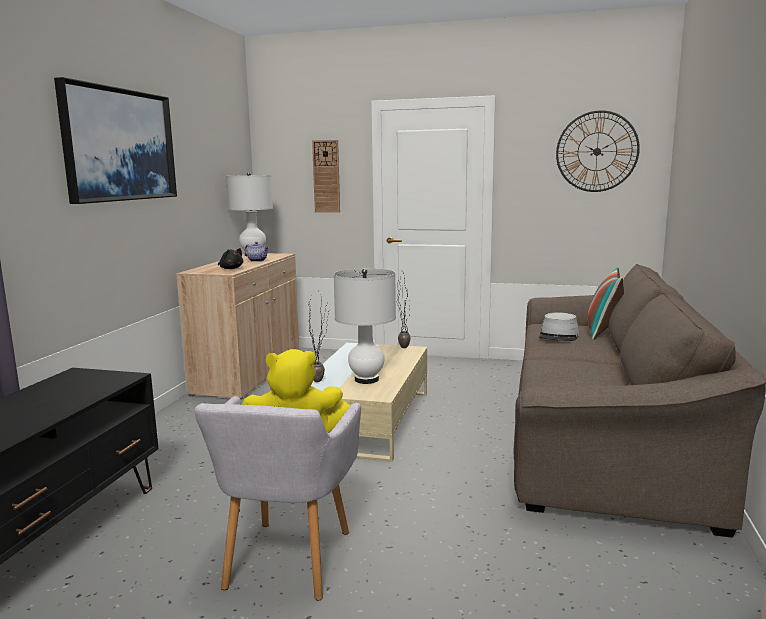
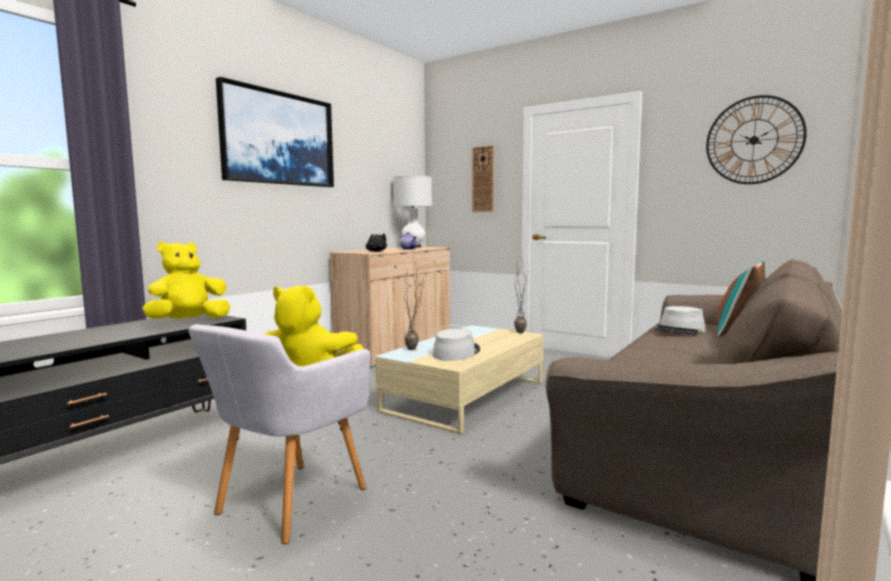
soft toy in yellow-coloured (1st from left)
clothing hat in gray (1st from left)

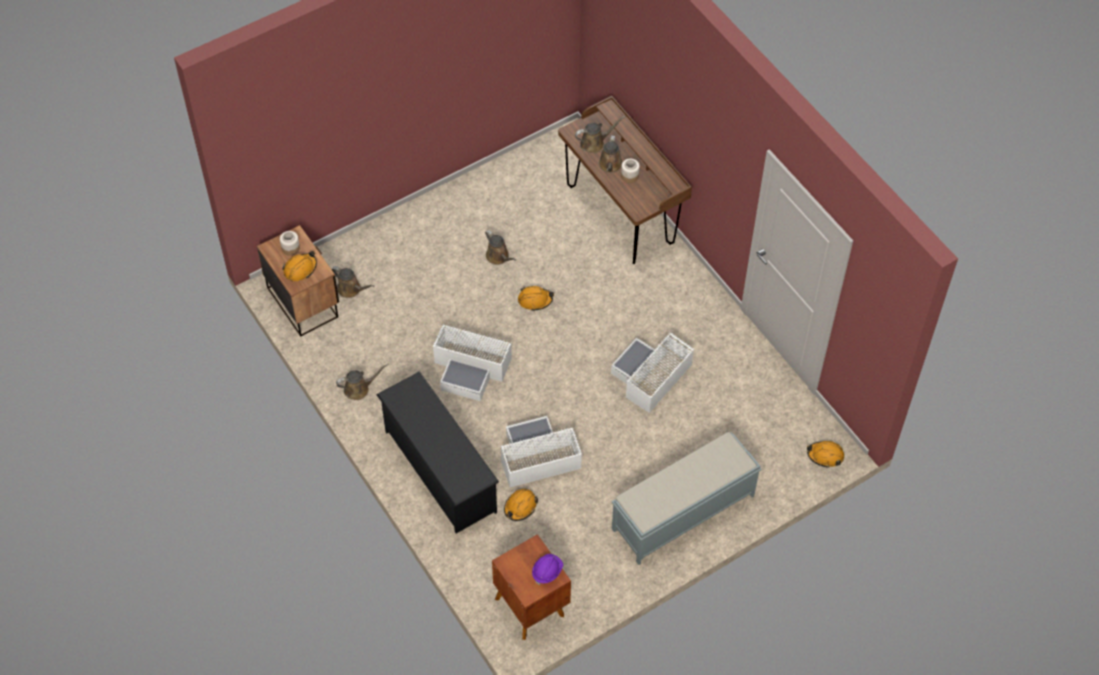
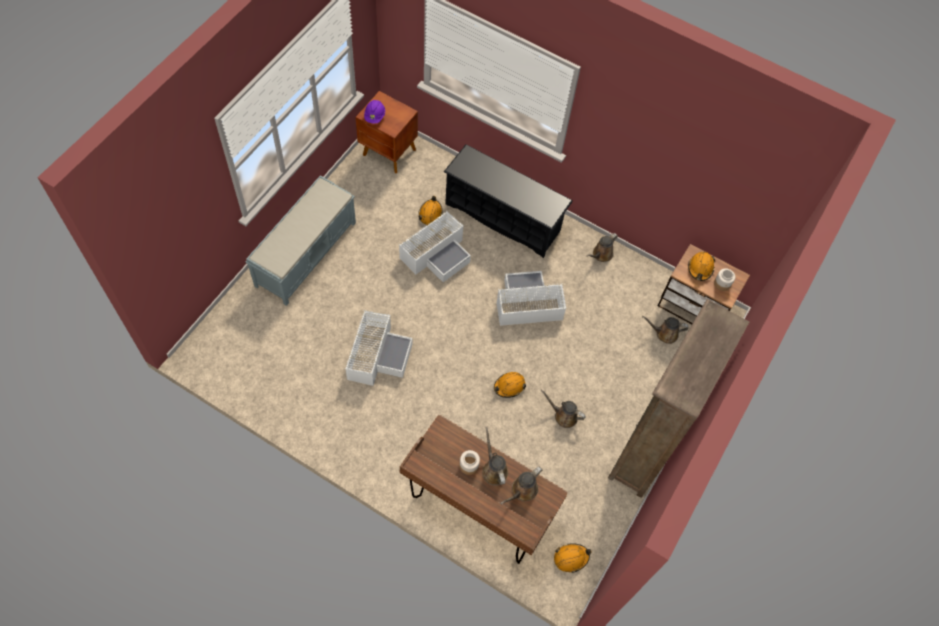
hard hat in orangey (3rd from left)
bookshelf in brown

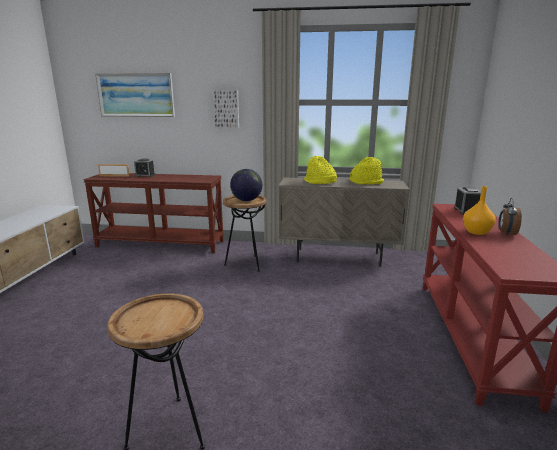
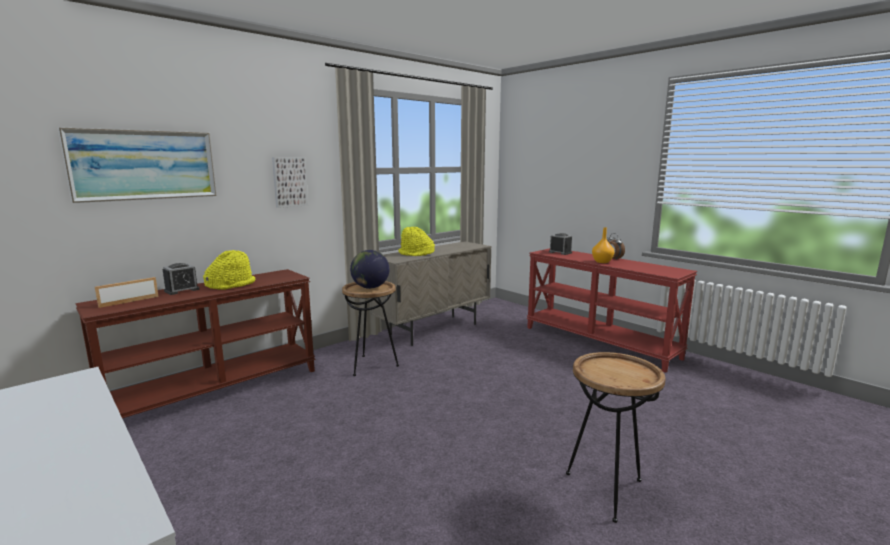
clothing hat in yellow-coloured (1st from left)

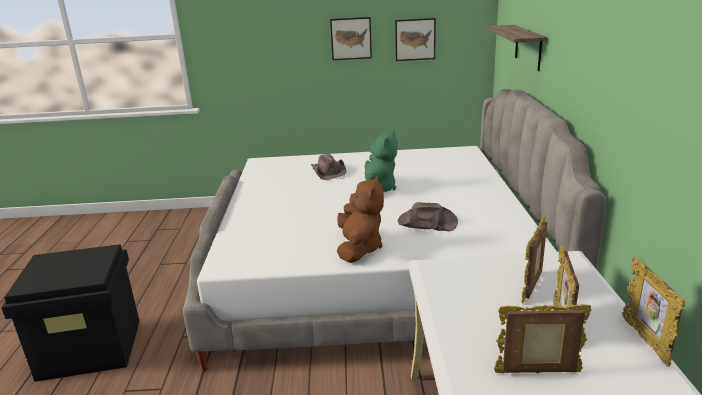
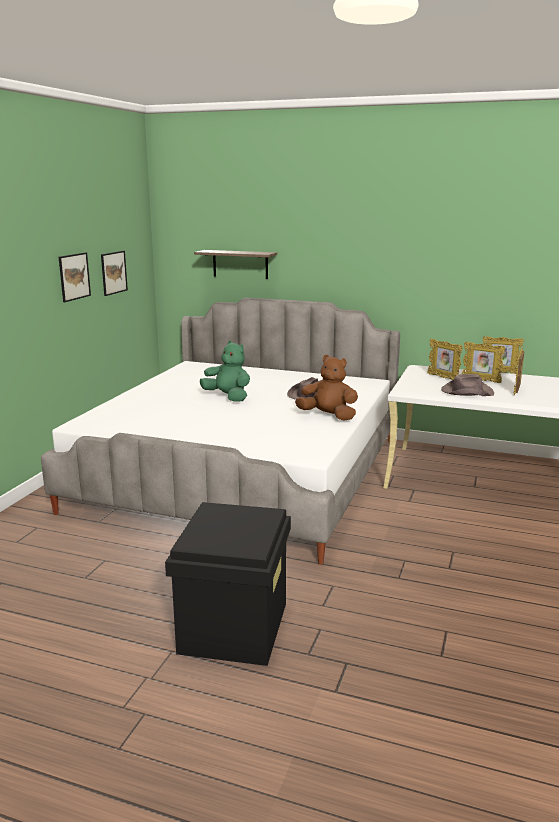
clothing hat in brown (2nd from left)

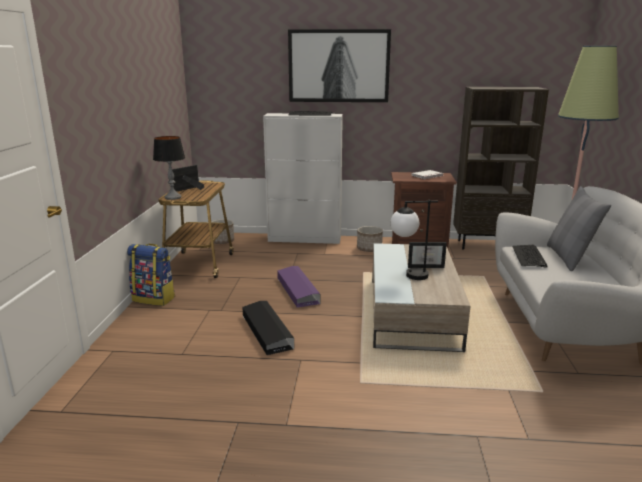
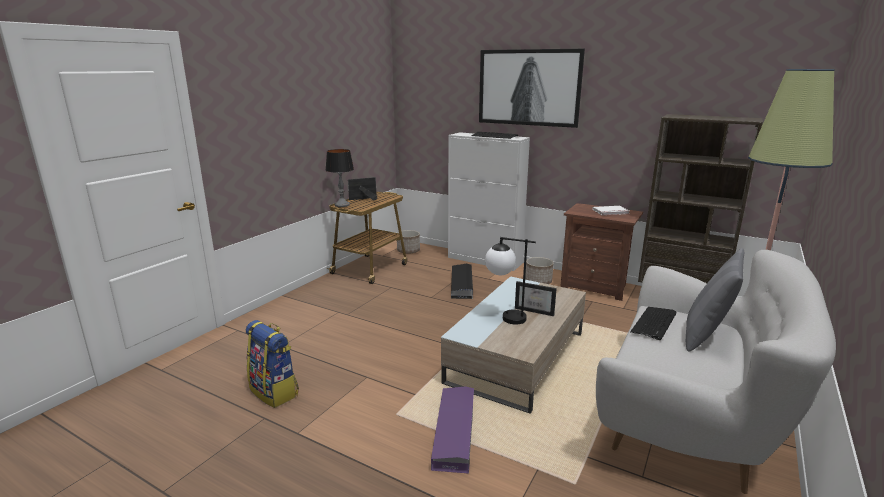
rucksack
storage box in purple-coloured
storage box in black

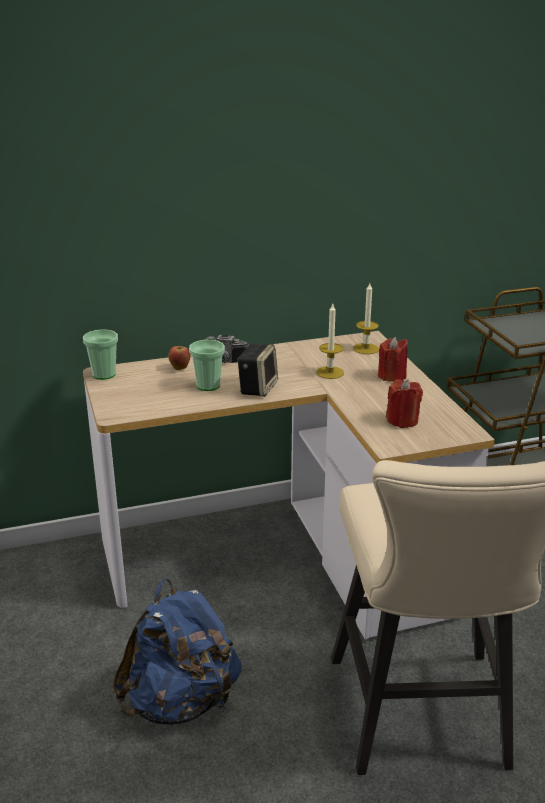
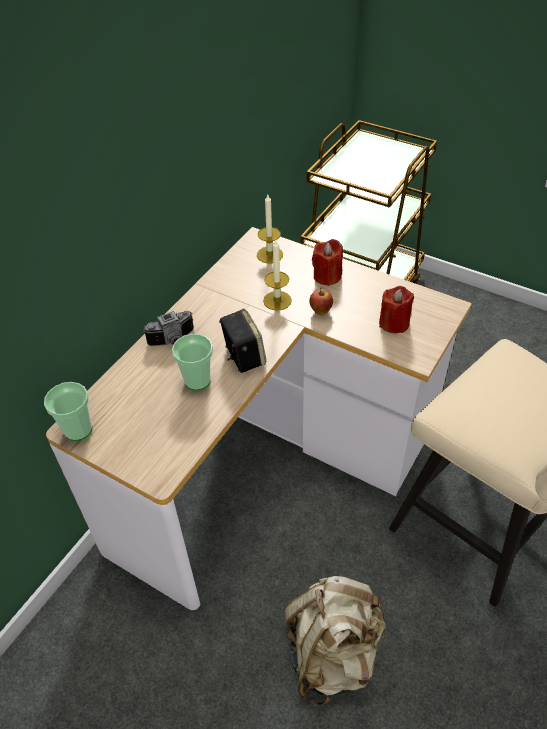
rucksack in beige
apple fruit

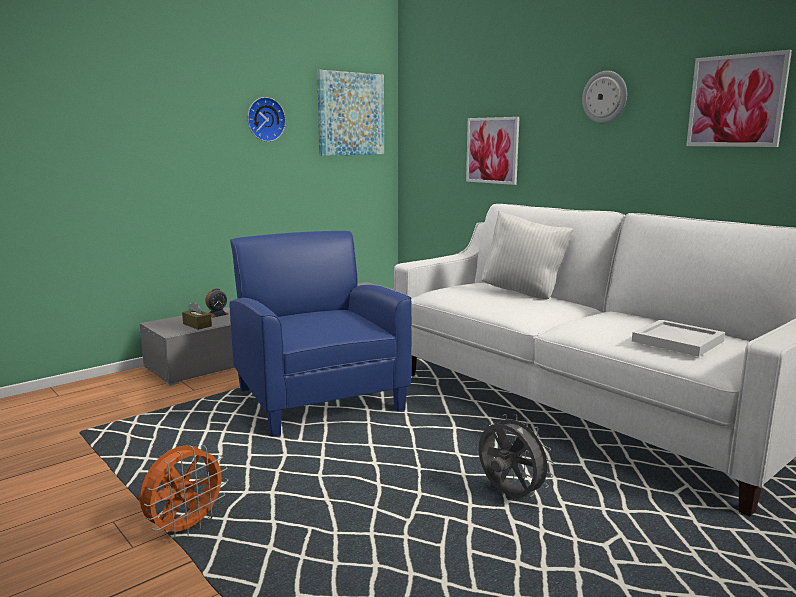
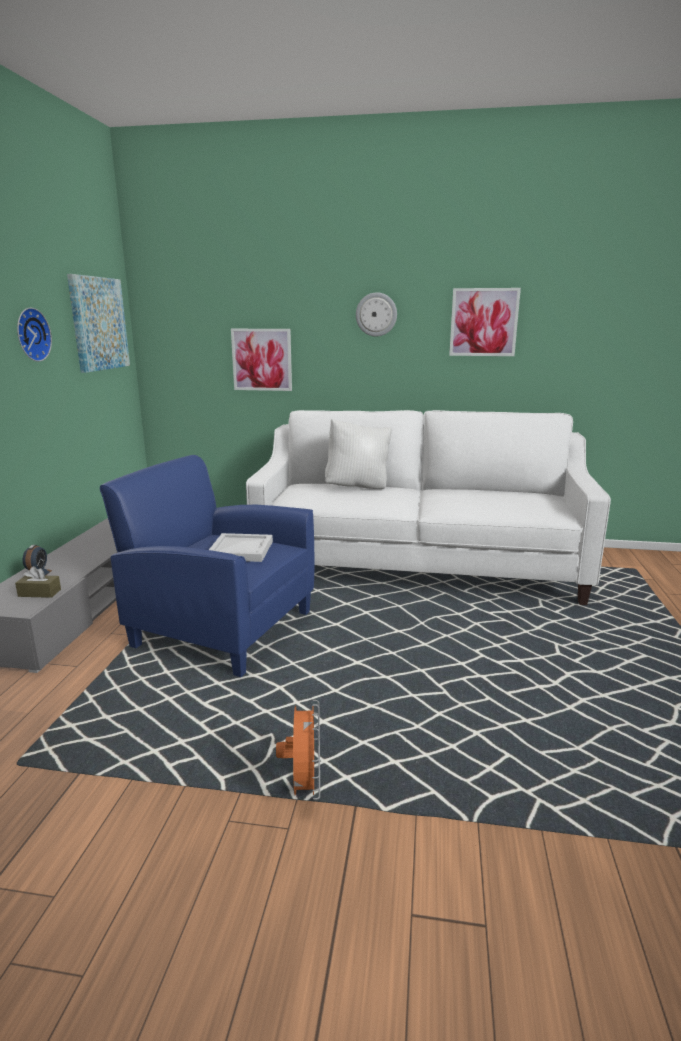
serving tray in white-coloured
fan in gray

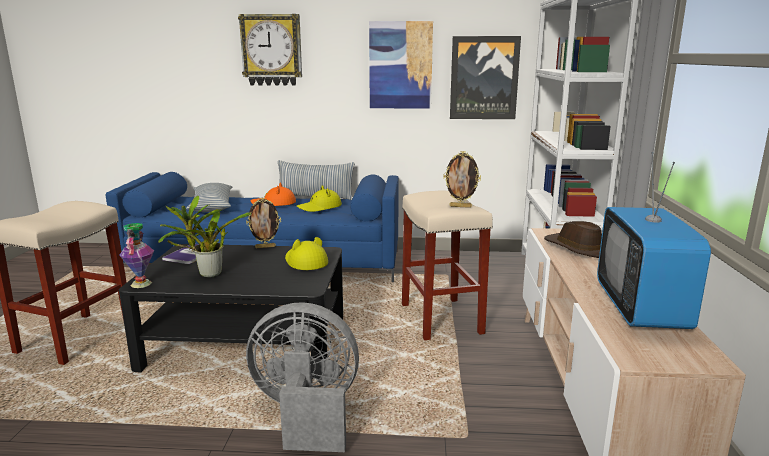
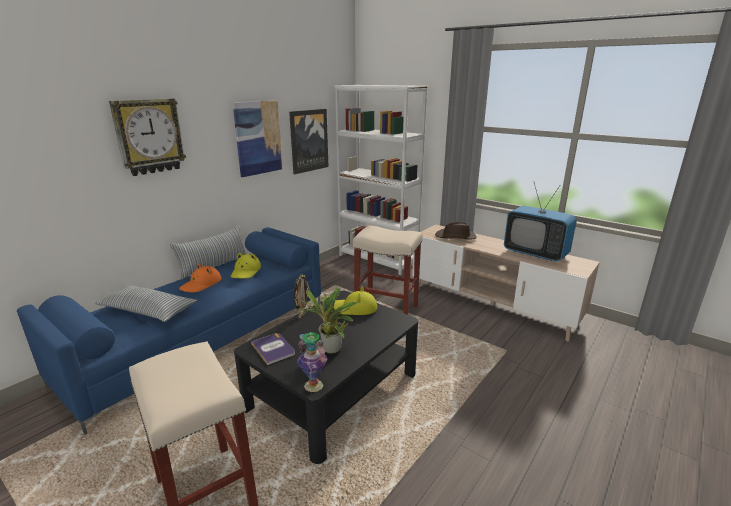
fan in gray
photo frame (2nd from left in the first image)

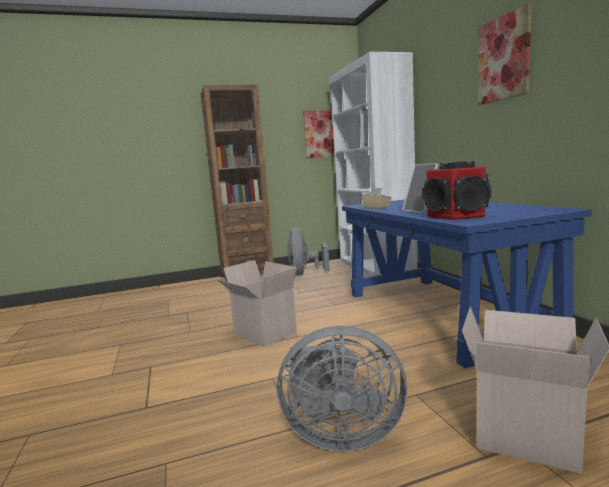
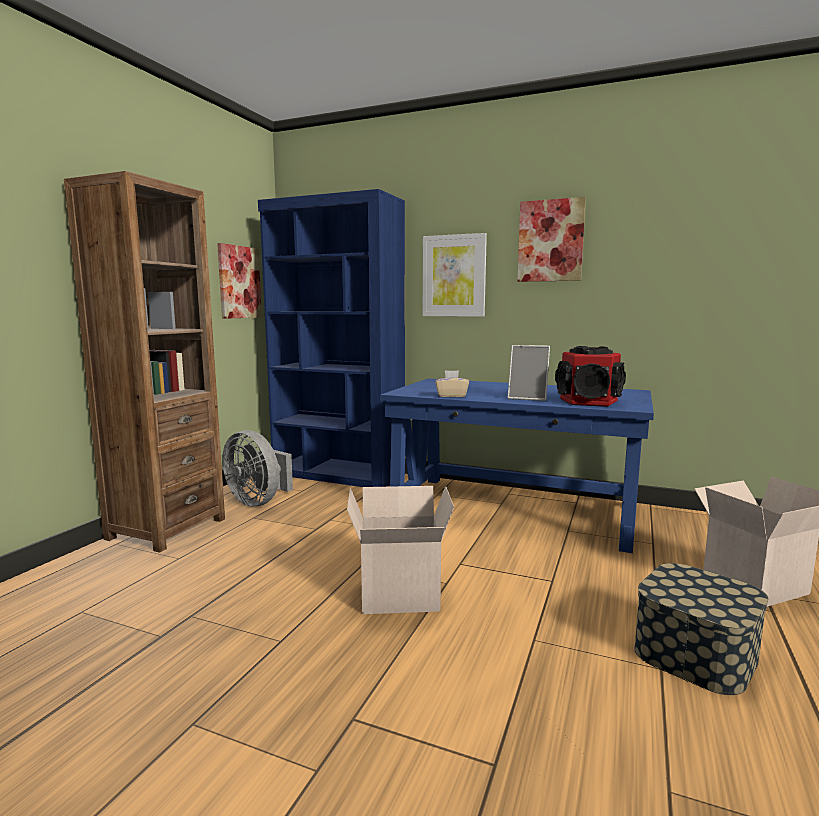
bookshelf in blue
picture (2nd from left)
storage box

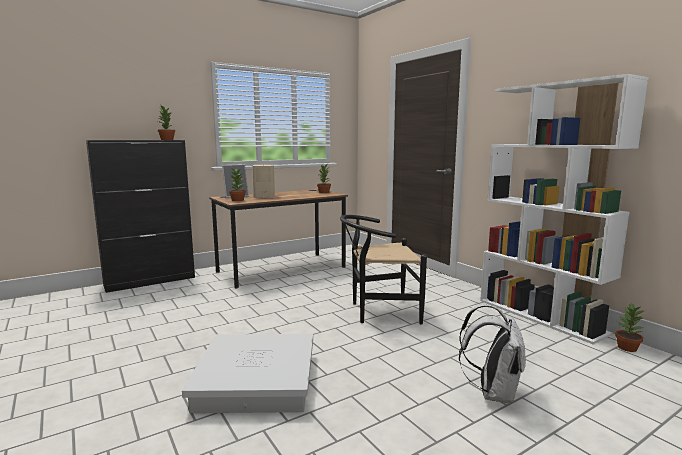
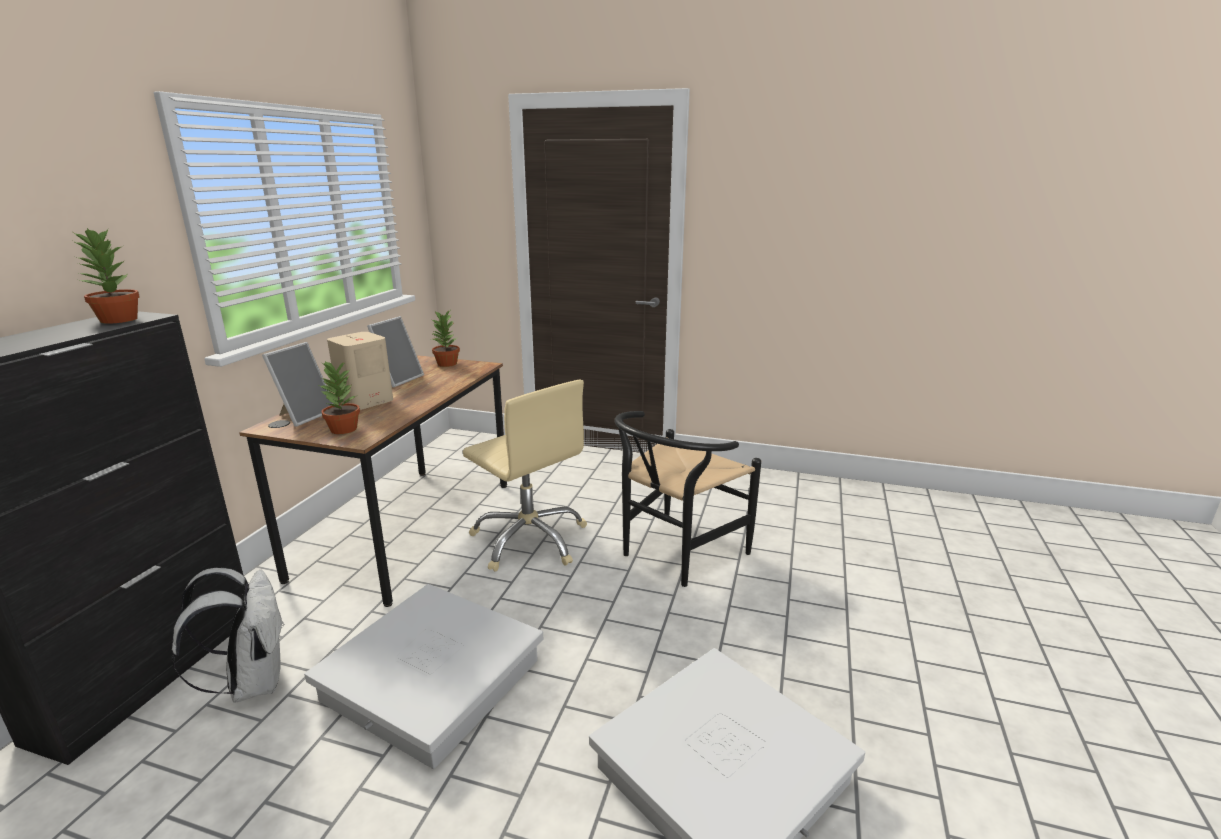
rucksack in white-coloured
storage box in white-coloured (1st from left)
photo frame (2nd from left)
computer chair in beige
bookshelf in white-coloured
houseplant (4th from left in the first image)

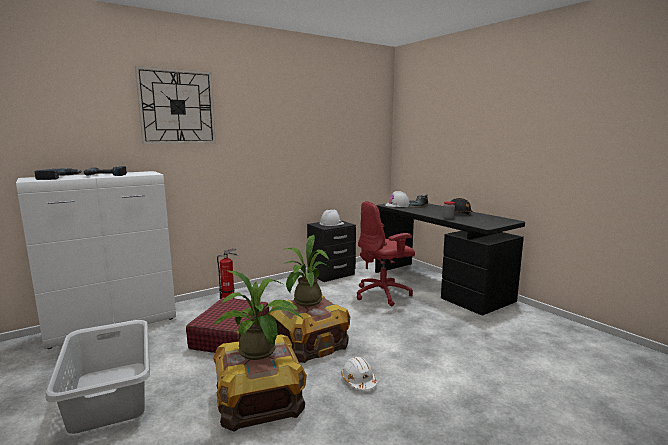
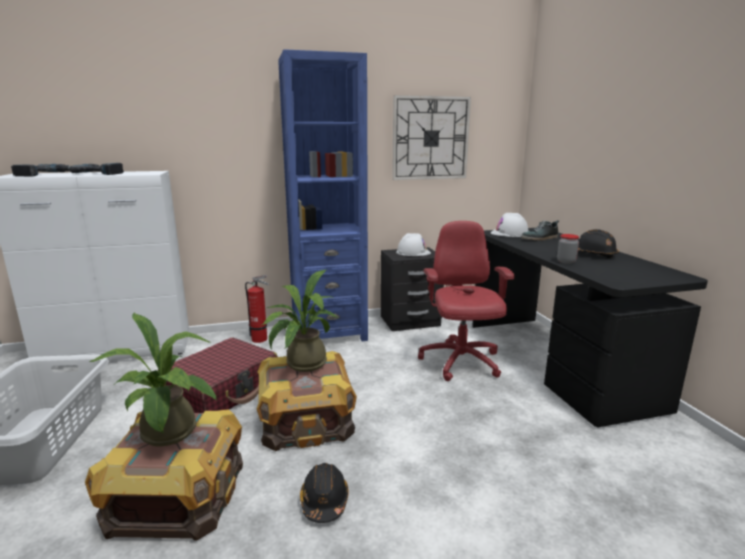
bookshelf in blue
hard hat in black (1st from left)
hanging clock
computer chair in red-coloured

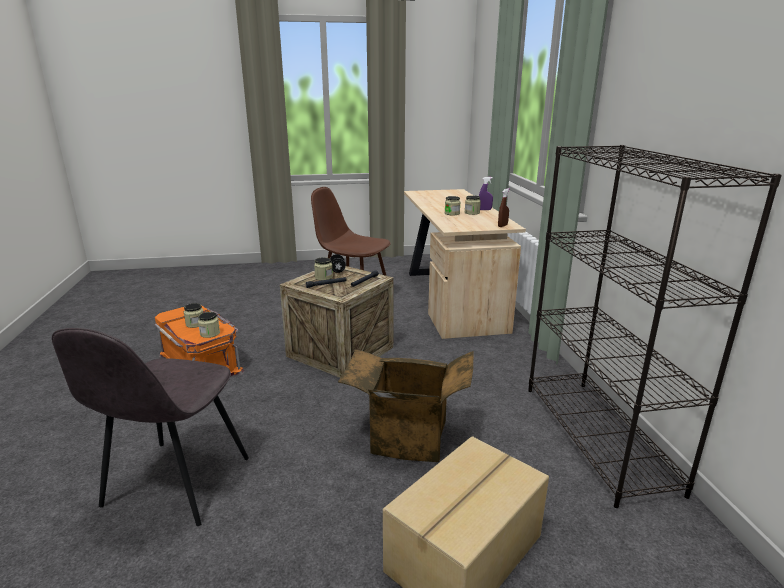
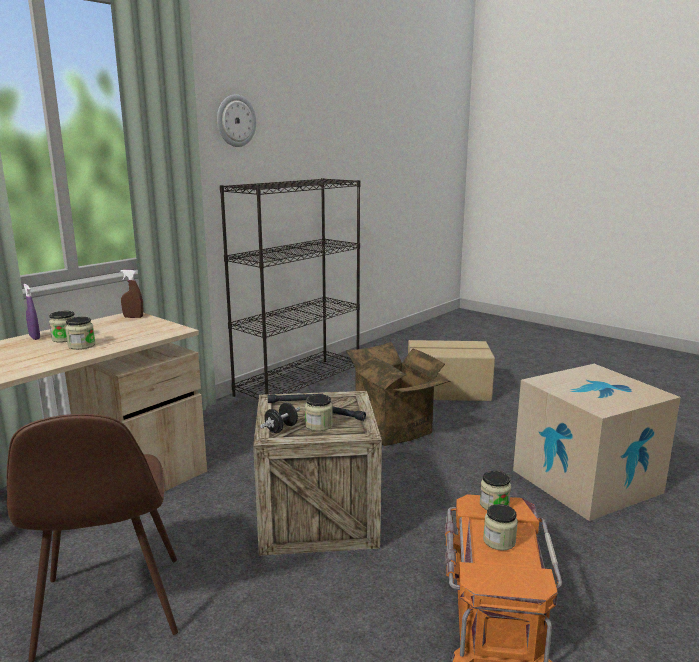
hanging clock
packing box (3rd from left)

